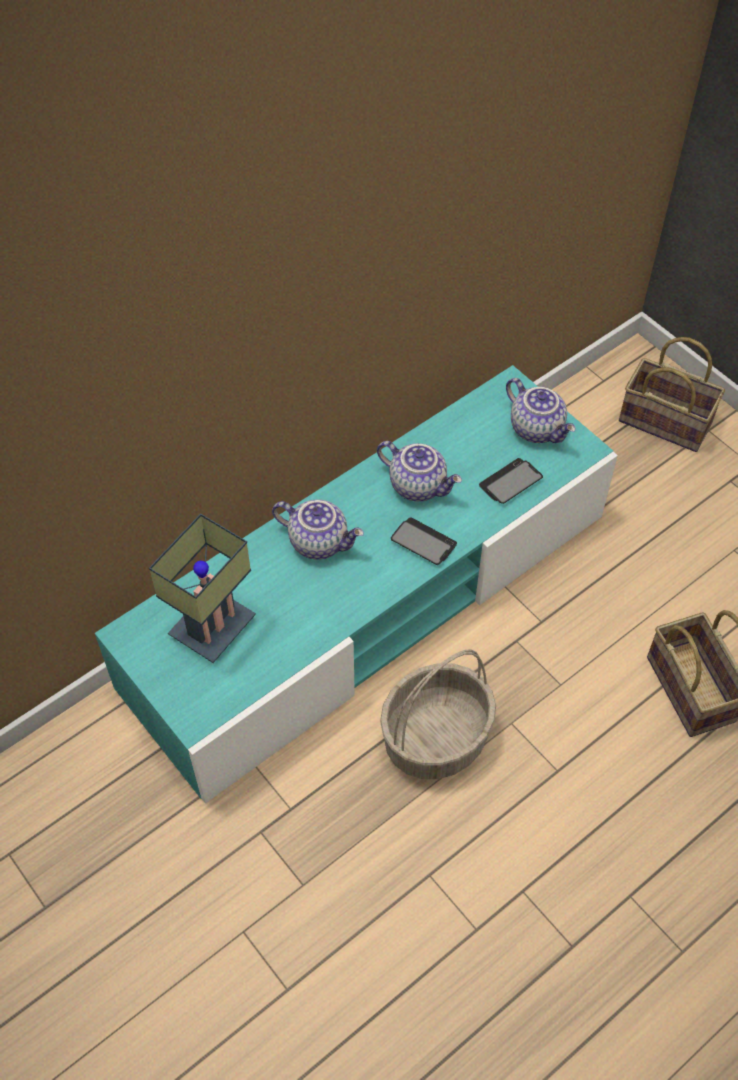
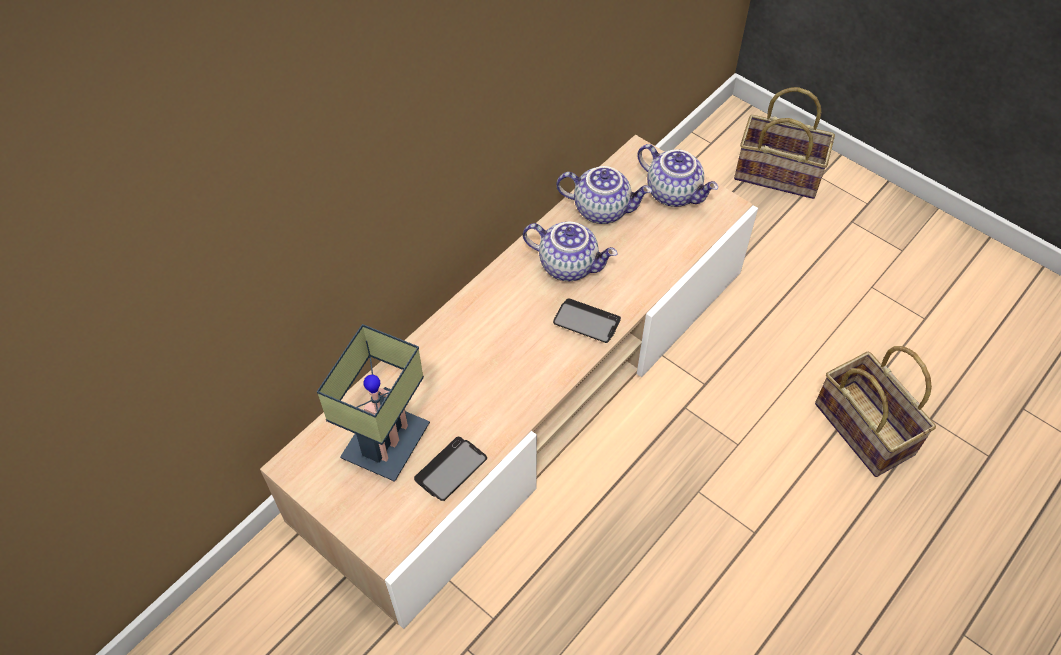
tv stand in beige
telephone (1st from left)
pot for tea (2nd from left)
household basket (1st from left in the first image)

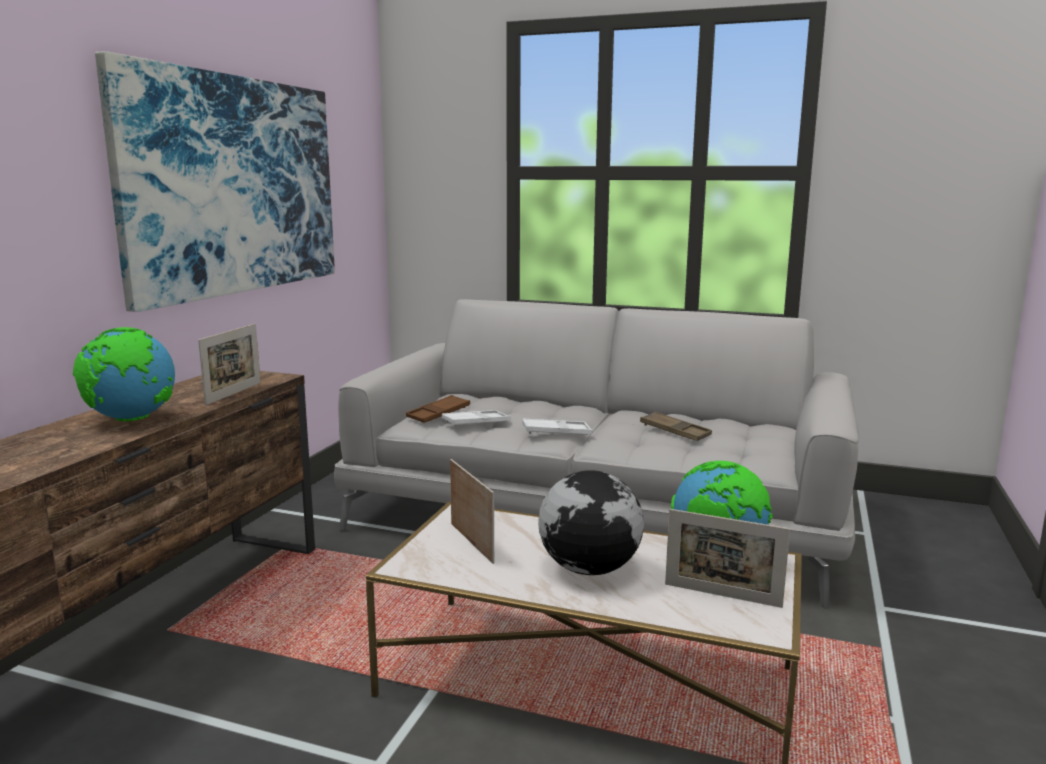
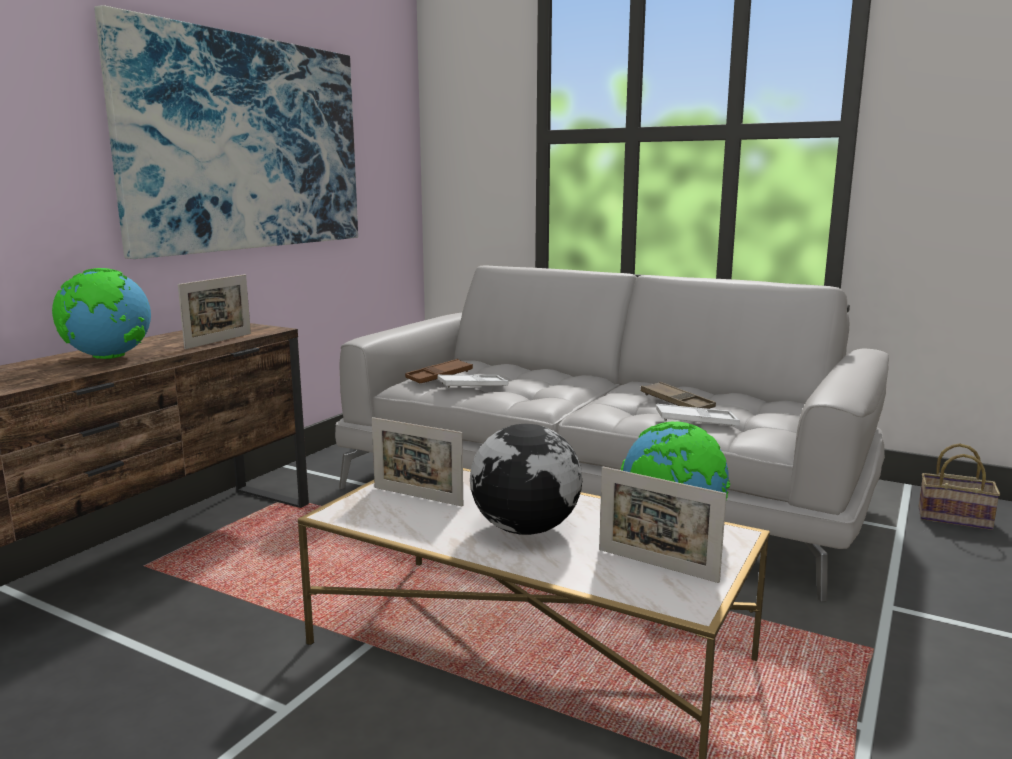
photo frame (2nd from left)
serving tray in white-coloured (2nd from left)
household basket

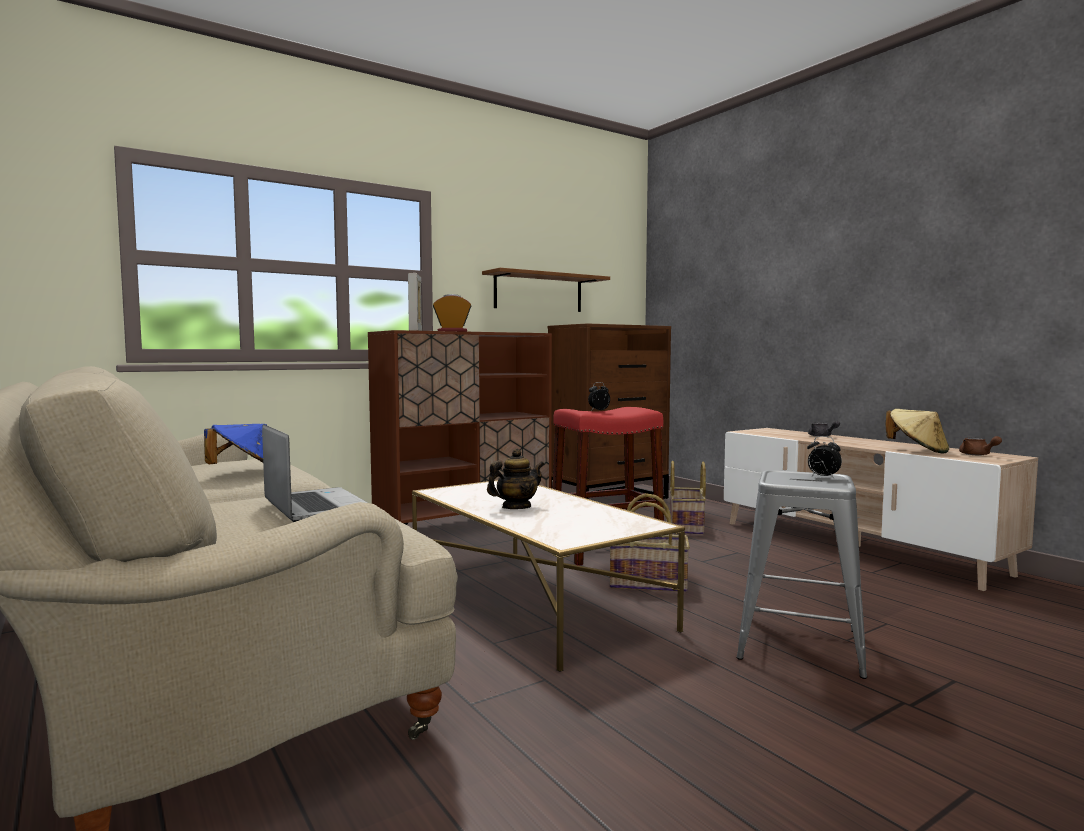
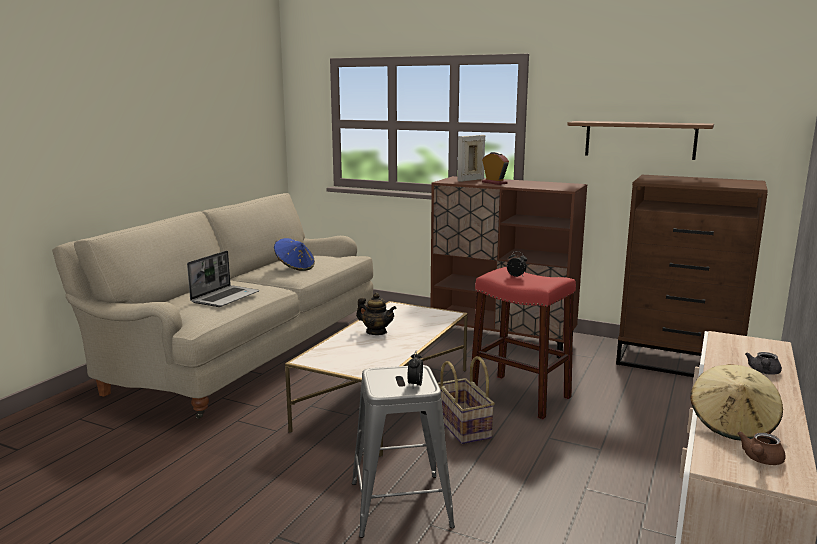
household basket (2nd from left in the first image)

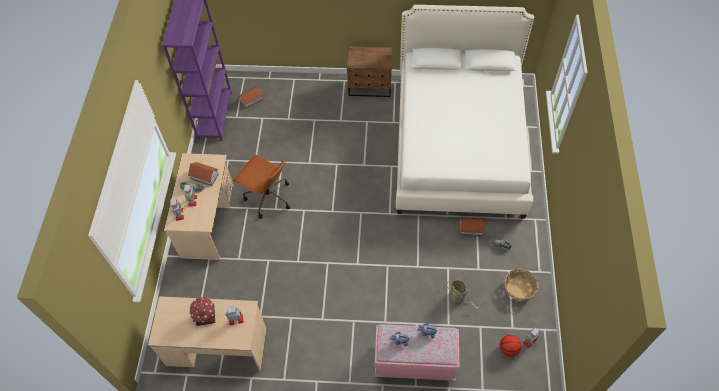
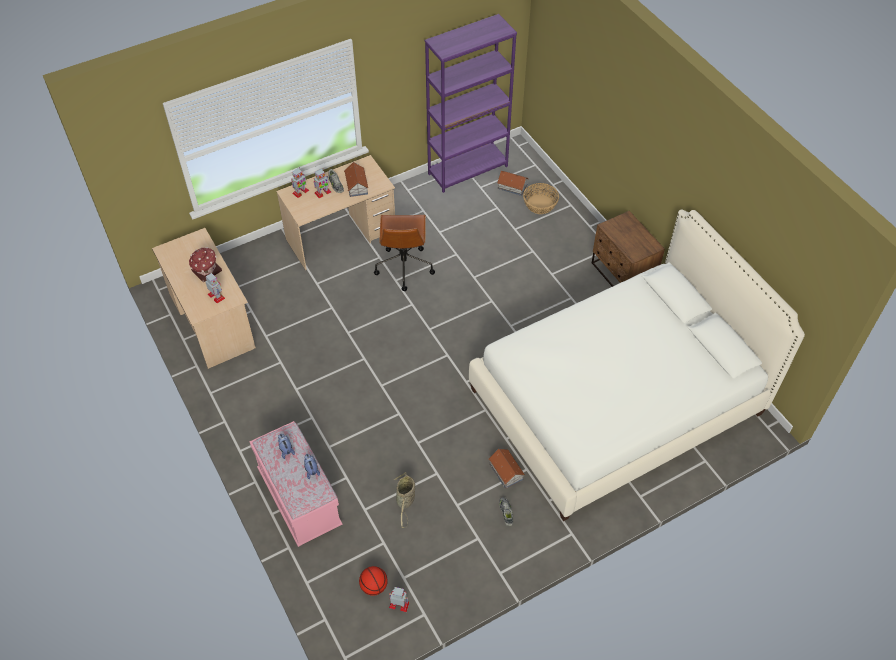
household basket (2nd from left)

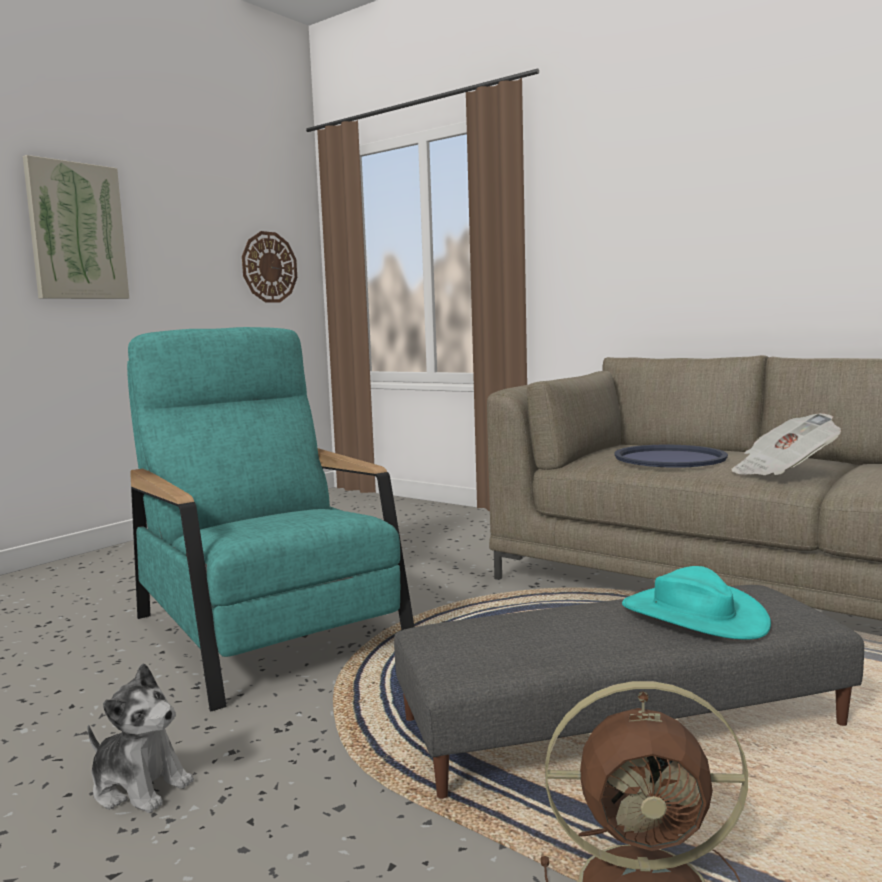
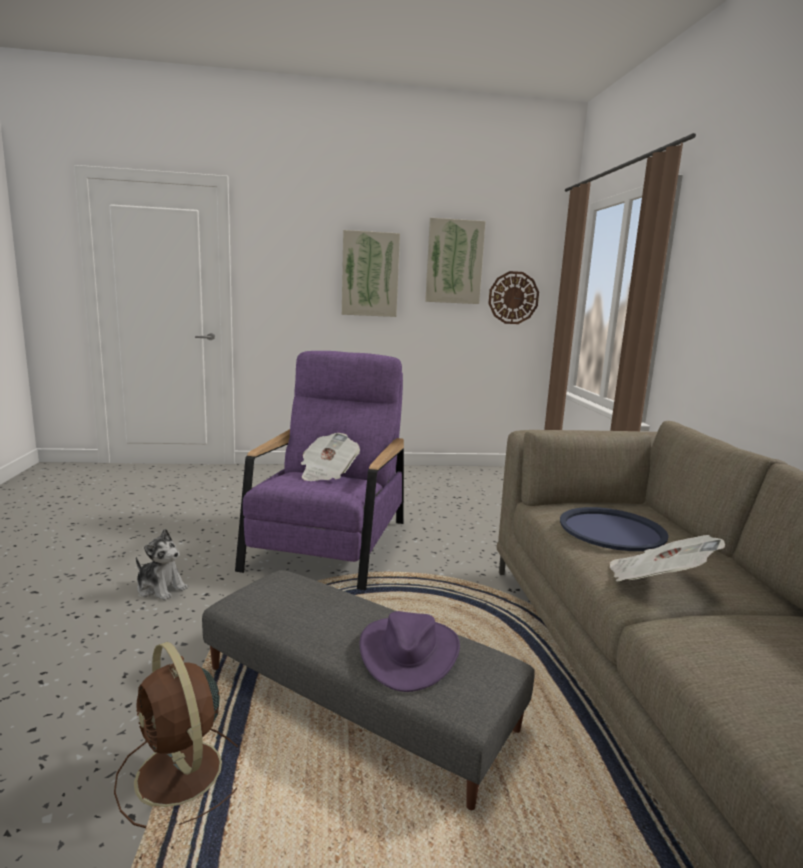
soft toy
armchair in purple-coloured
newspaper (1st from left)
clothing hat in purple-coloured
picture (2nd from left)

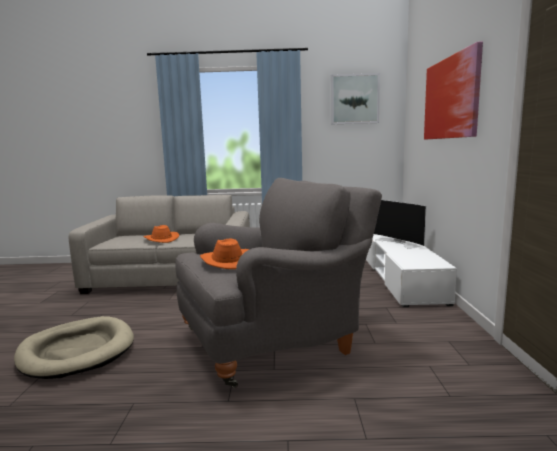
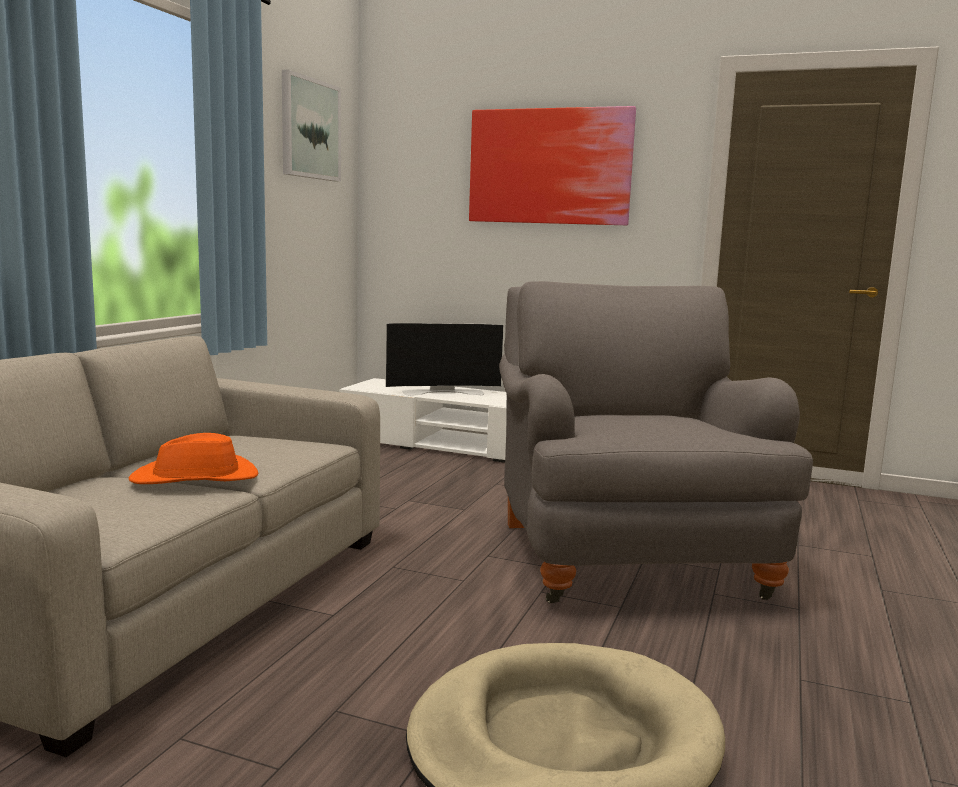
clothing hat in orangey (2nd from left in the first image)

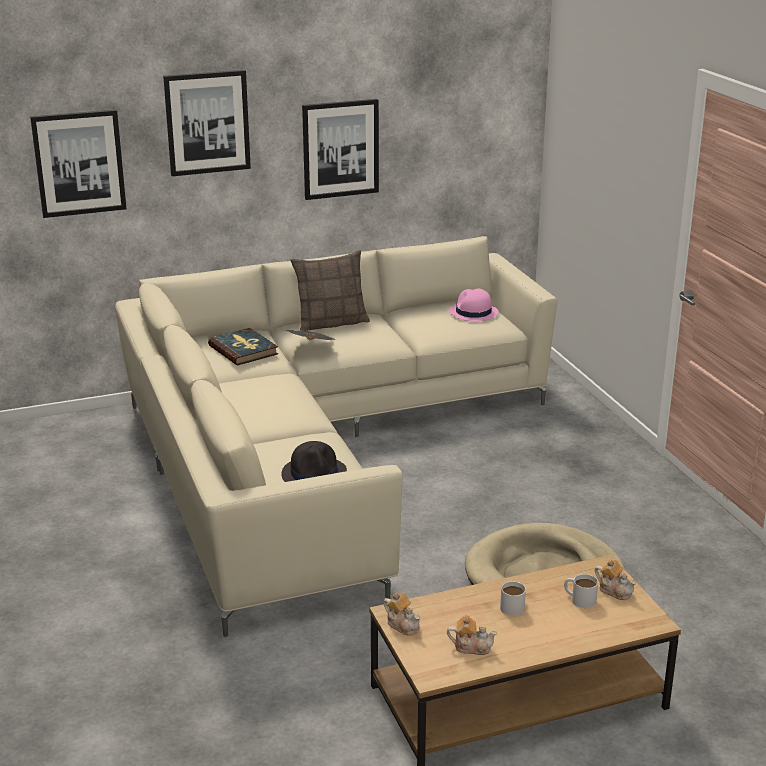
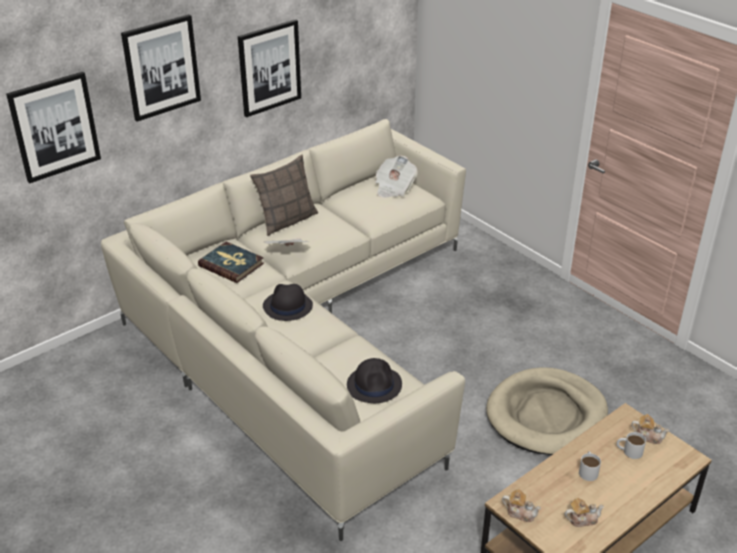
clothing hat in black (1st from left)
newspaper (2nd from left)

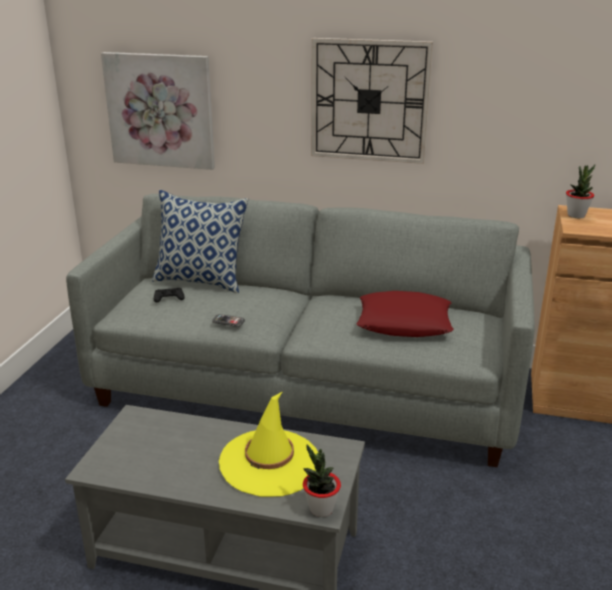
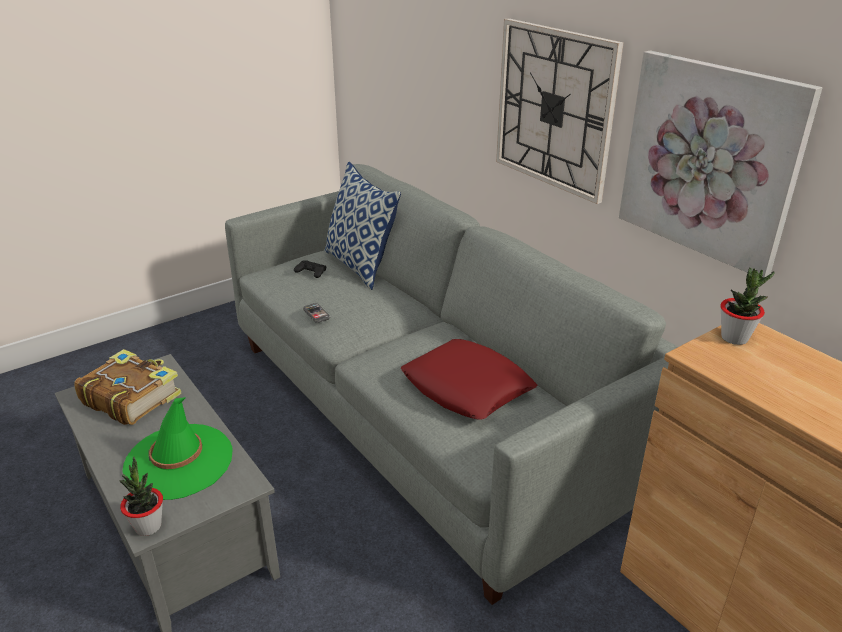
book
clothing hat in green-coloured
picture

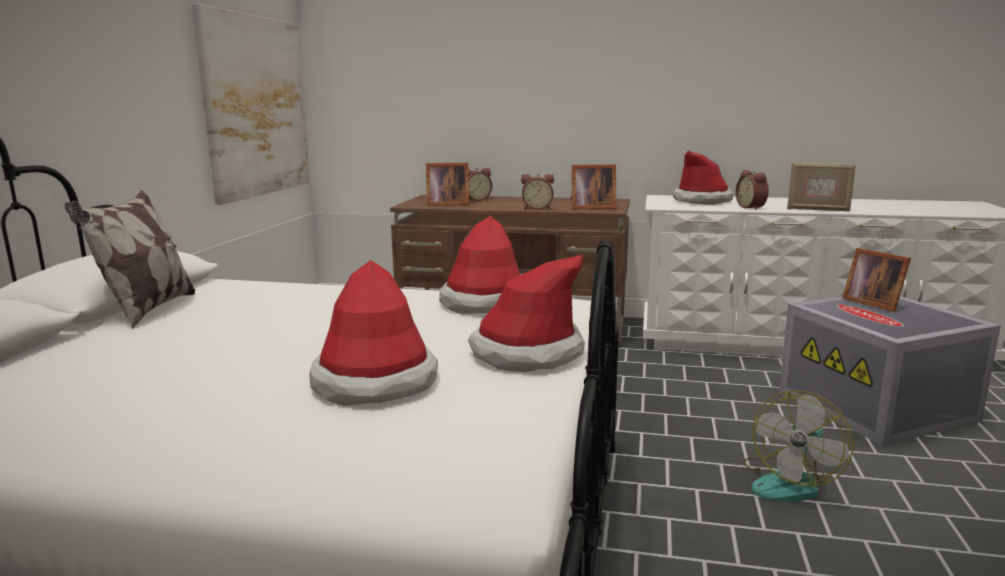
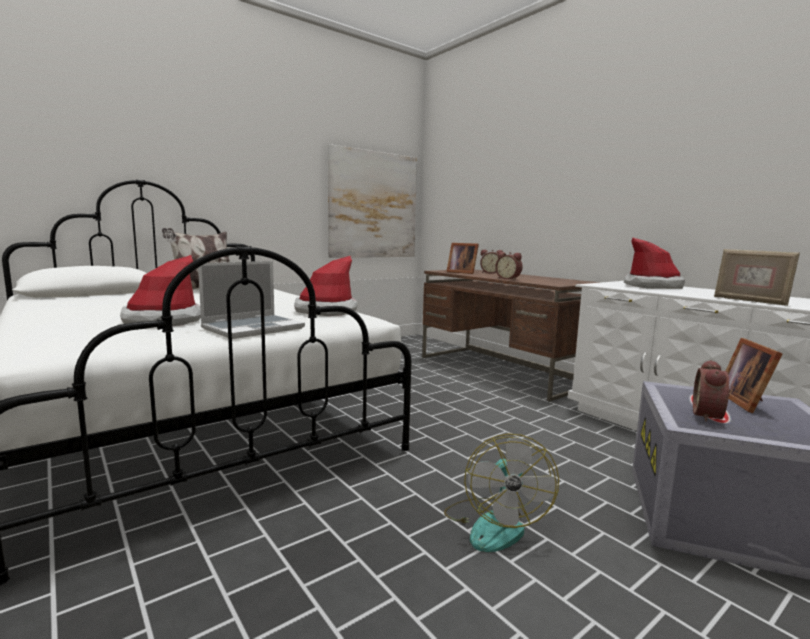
notebook computer
fan
bedside clock (3rd from left)
photo frame (2nd from left in the first image)

